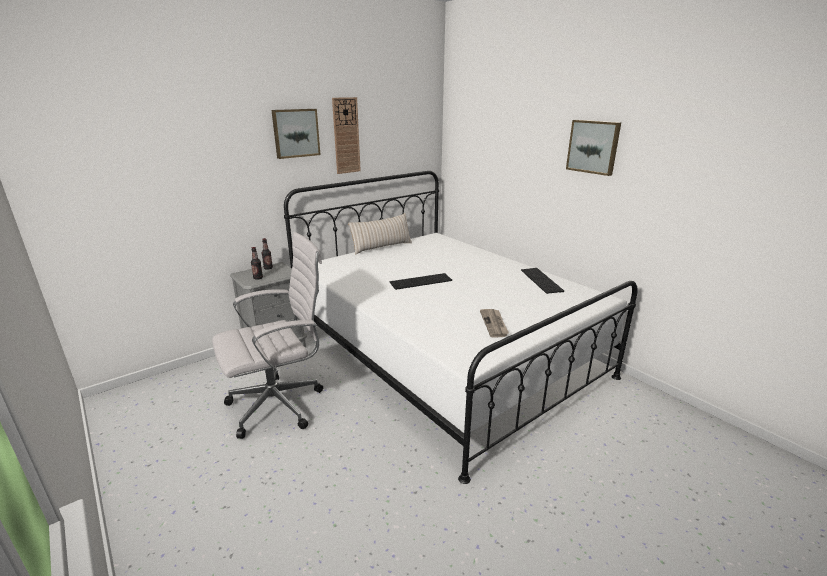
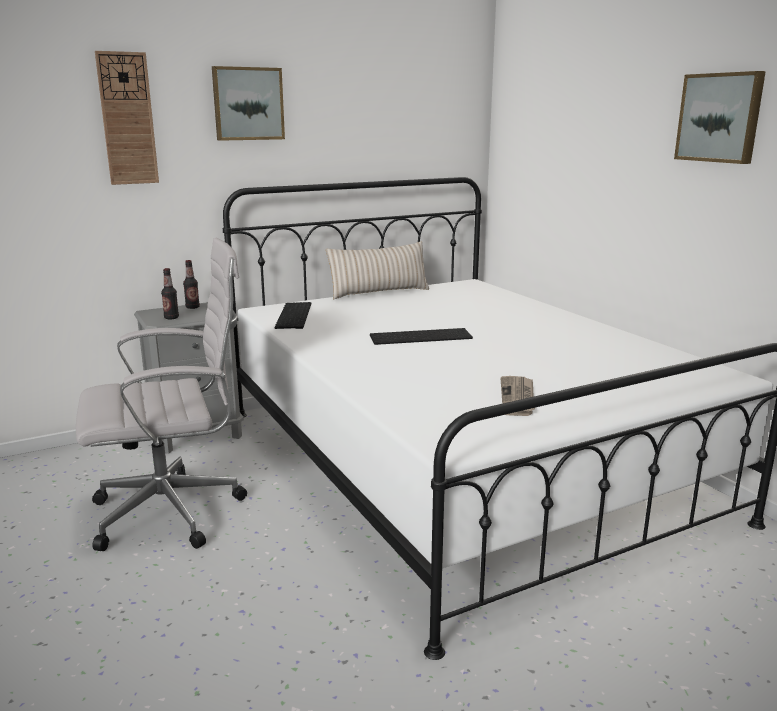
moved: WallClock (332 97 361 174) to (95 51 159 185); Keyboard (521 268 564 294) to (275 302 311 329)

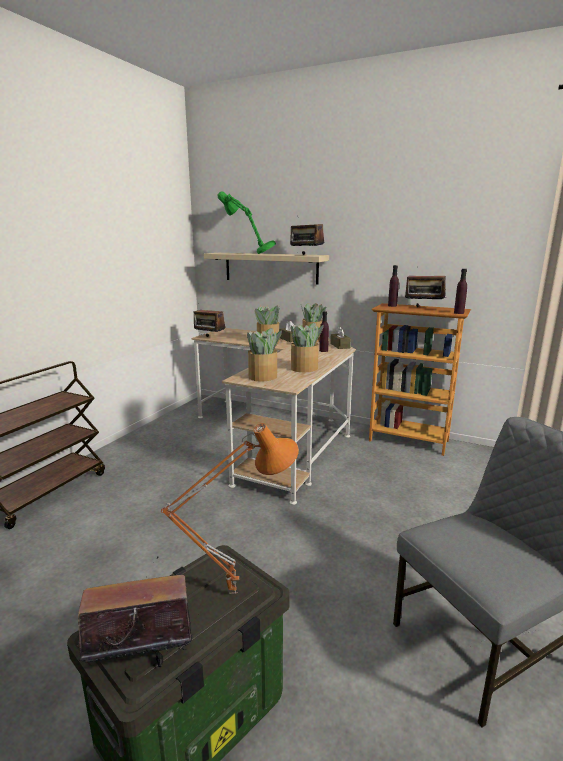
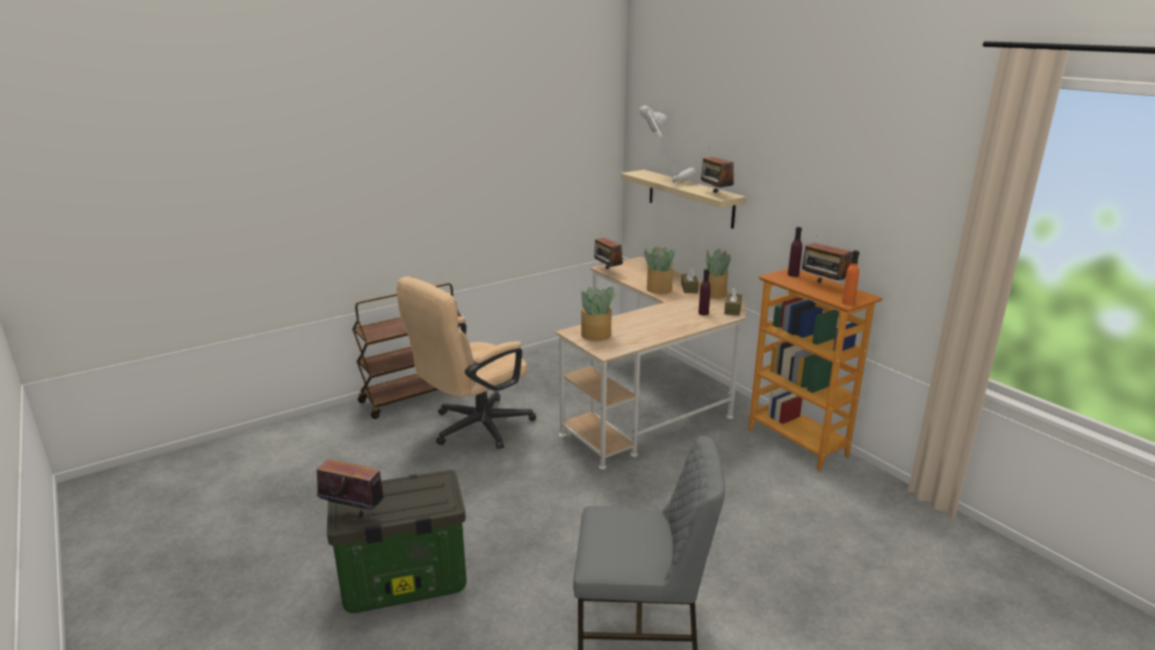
removed: OrangeTableLamp (161 423 299 594); PottedPlant (291 323 324 372)
added: BeigeOfficeChair (397 276 536 449)
recoloured: GreenTableLamp (218 191 276 254) to GreyTableLamp (639 106 696 183); PurpleBottle (454 269 467 314) to OrangeBottle (842 250 859 305)

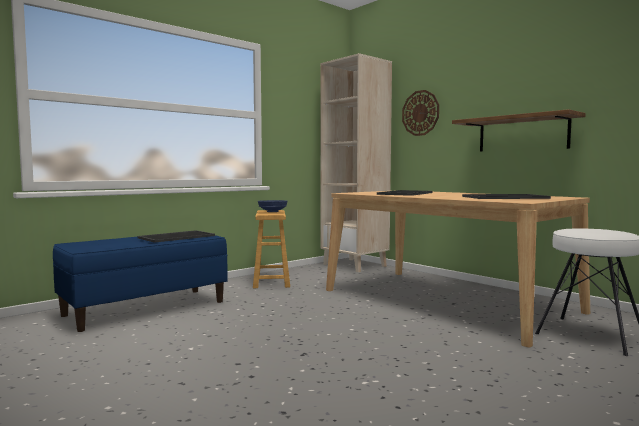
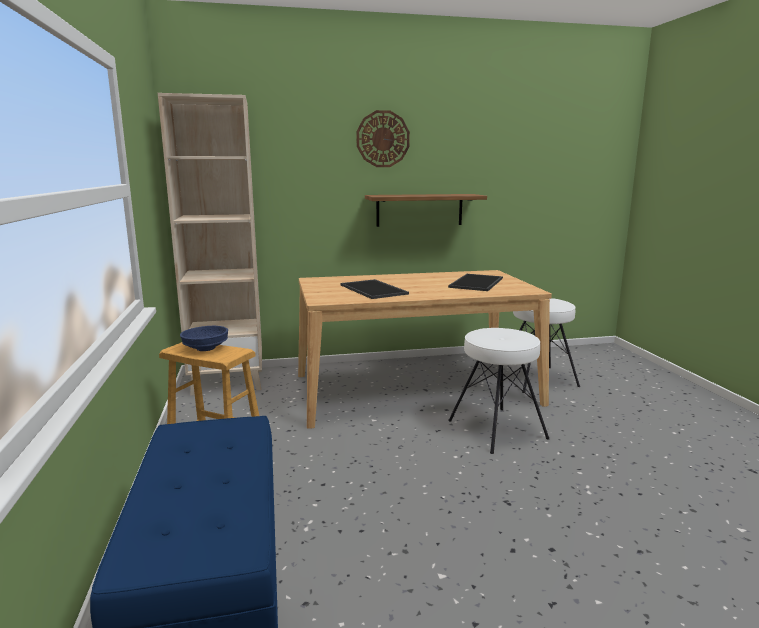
removed: Tray (137 230 215 243)
added: WhiteStool (448 328 549 454)
moved: WallClock (402 90 439 136) to (356 110 410 167)

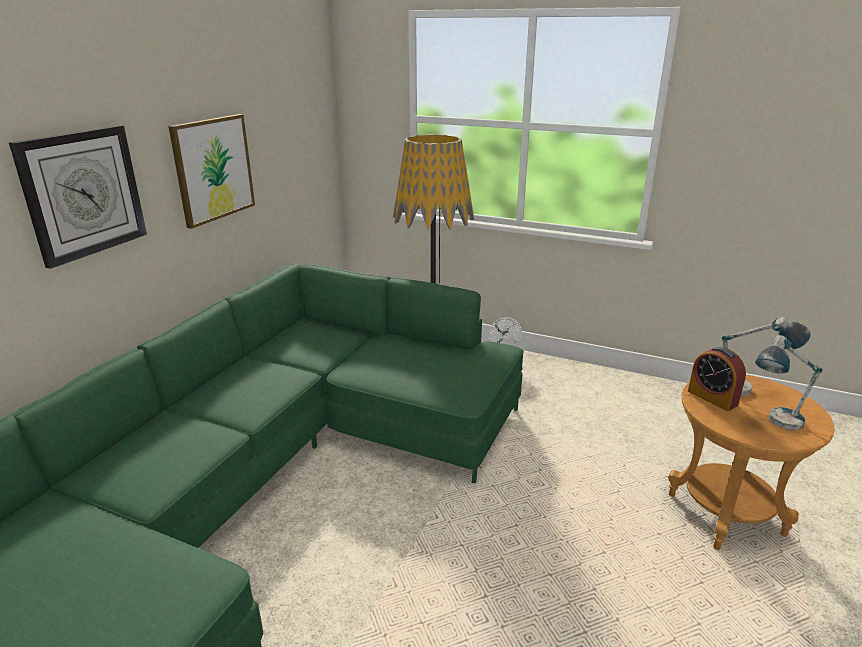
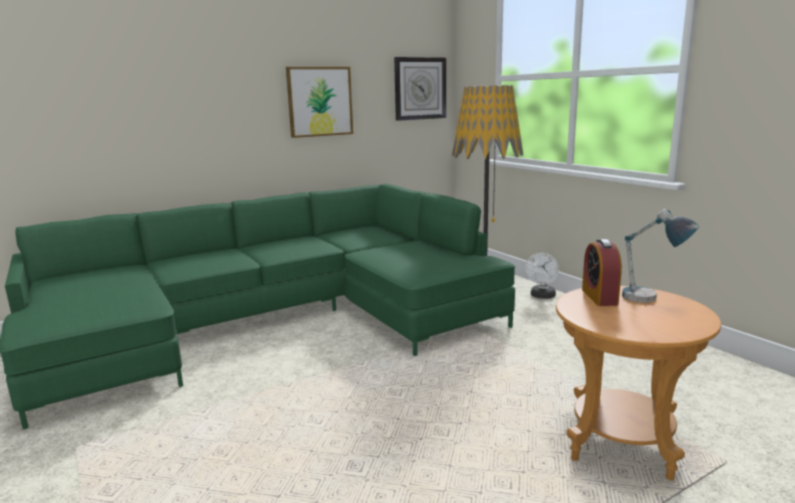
removed: TableLamp (755 335 823 430)
moved: WallClock (9 125 147 269) to (394 57 446 121)

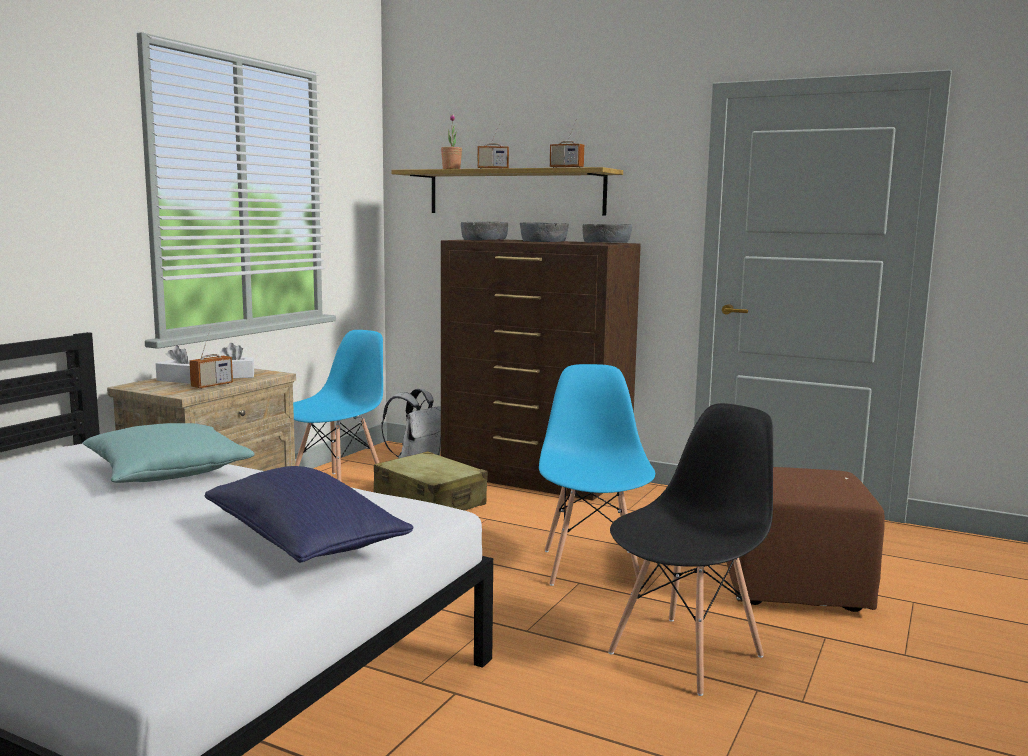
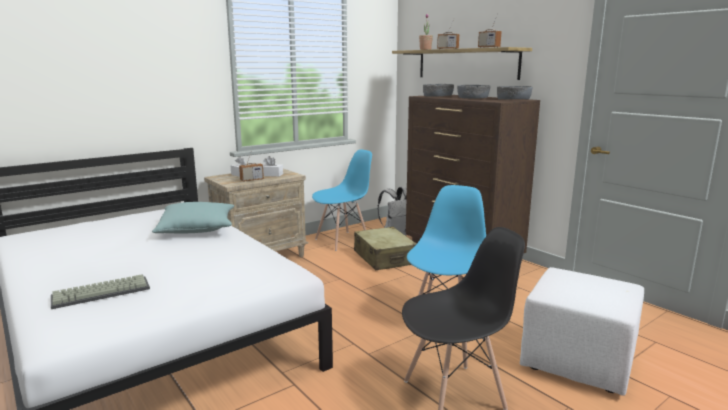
removed: BluePillow (204 466 414 563)
added: Keyboard (51 274 150 309)
recoloured: BrownOttoman (726 467 885 612) to WhiteOttoman (520 267 644 396)

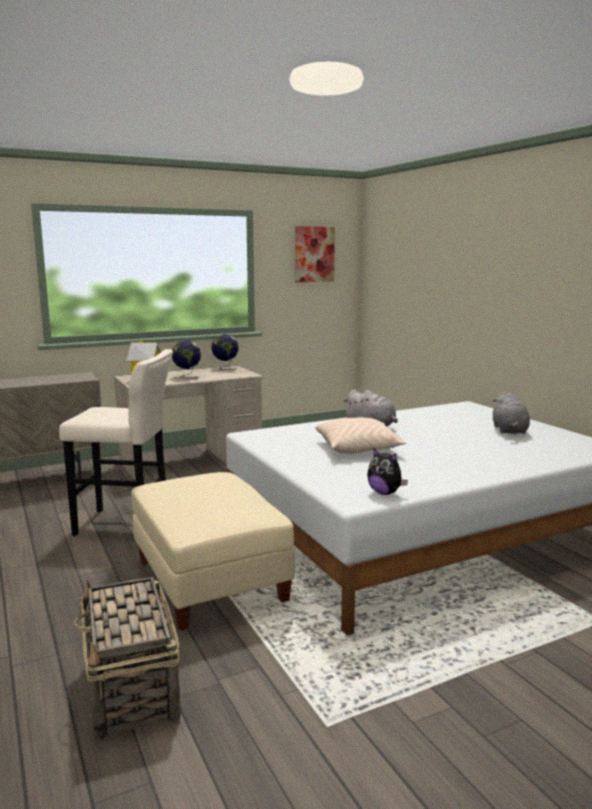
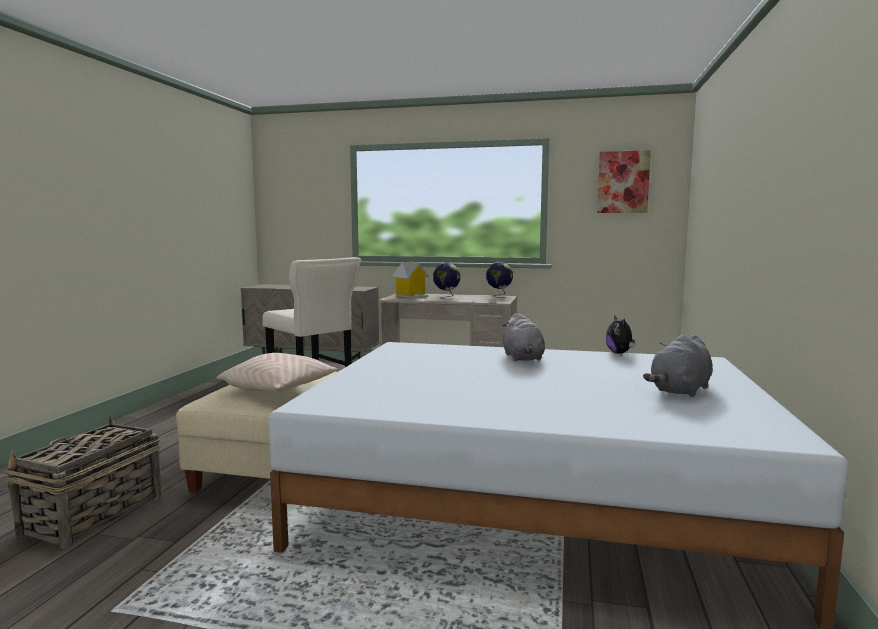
moved: BeigePillow (315 417 406 454) to (217 353 338 392); PlushToy (367 448 408 495) to (606 315 635 354)

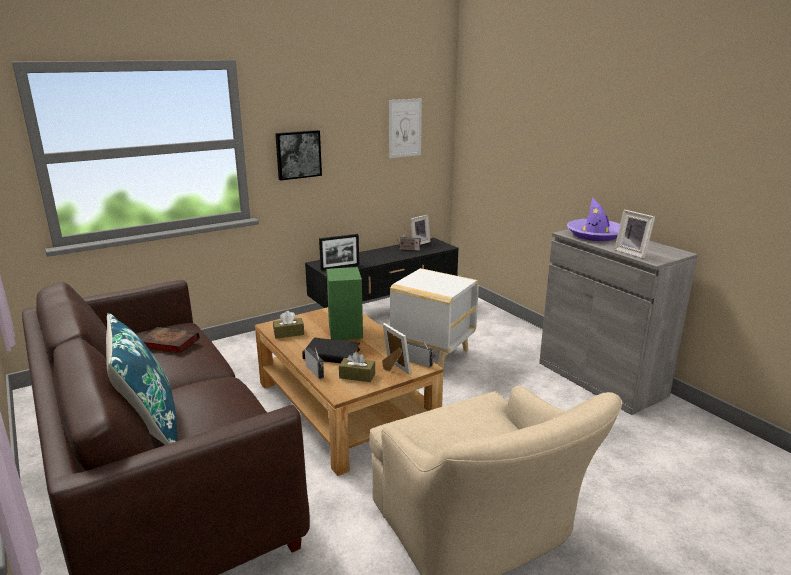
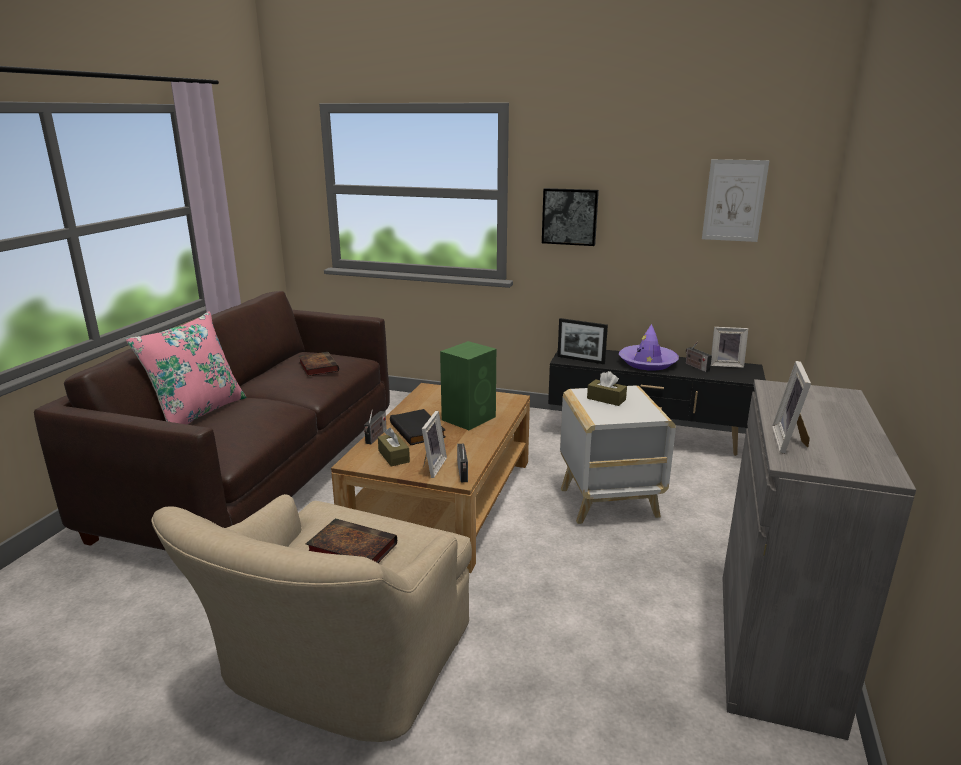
added: Book (306 518 397 563)
moved: BrownTissueBox (273 311 304 339) to (587 371 627 406); PurpleHat (566 197 620 241) to (619 324 679 371)
recoloured: BluePillow (106 313 177 445) to PinkPillow (125 311 247 425)

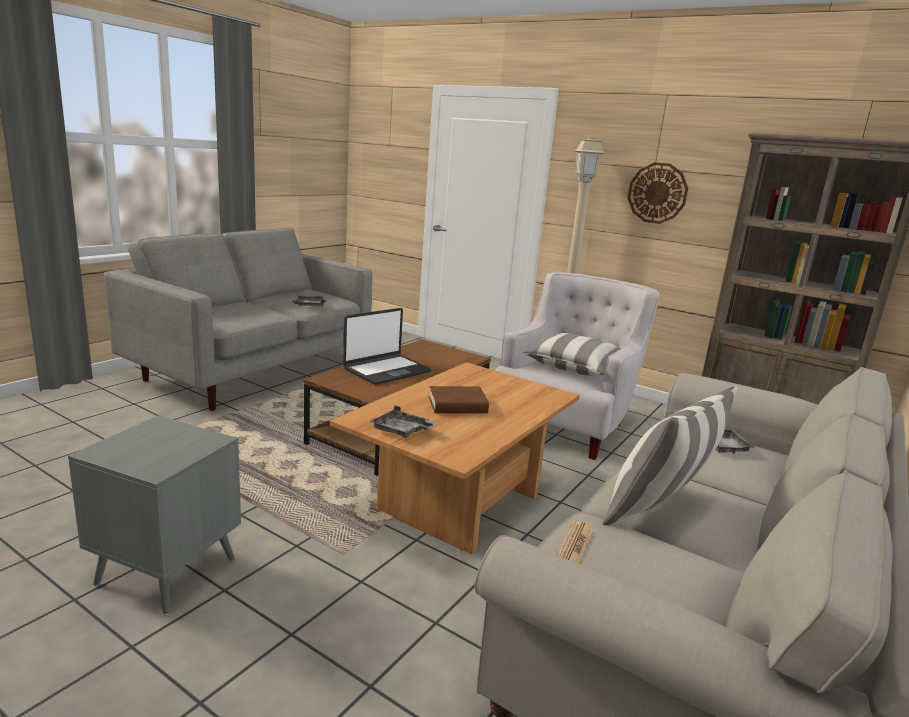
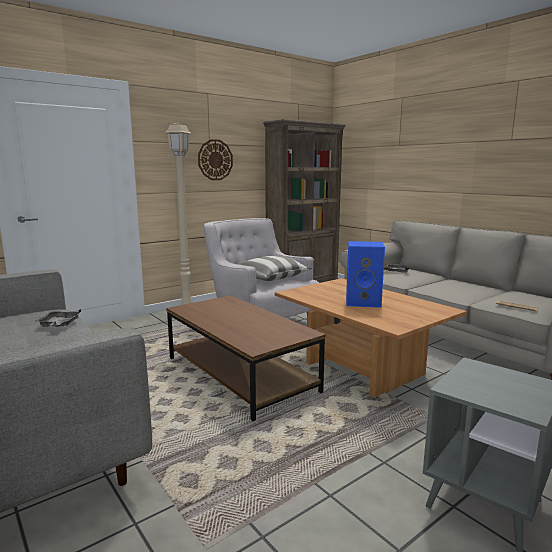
removed: Laptop (343 308 432 385); GreyTray (369 406 438 438); Pillow (602 386 737 525)
replaced: BrownBook (429 386 489 413) to BlueSpeaker (346 241 385 308)

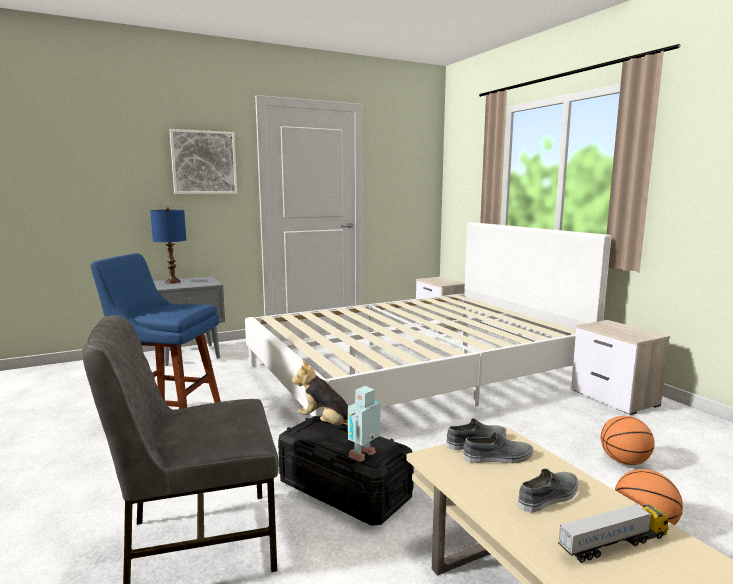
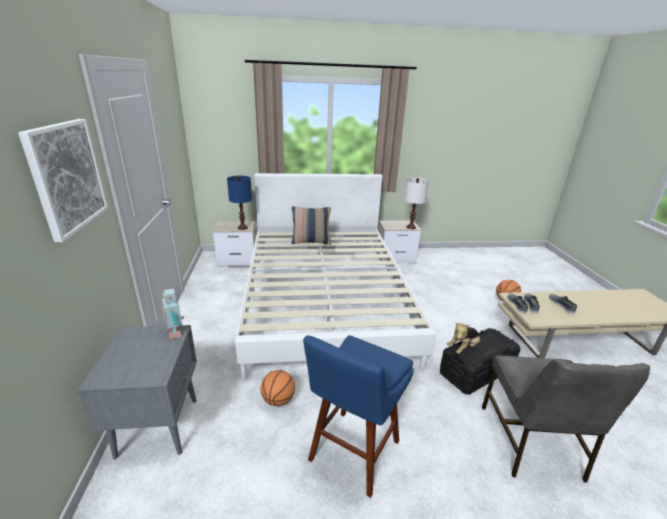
removed: ToyTruck (558 503 669 563)
added: Pillow (292 206 331 245); WhiteTableLamp (404 177 429 229)
moved: BlueTableLamp (150 207 186 284) to (227 176 252 230); ToyRobot (348 386 380 462) to (162 289 184 339); Basketball (601 416 655 465) to (260 370 295 406)

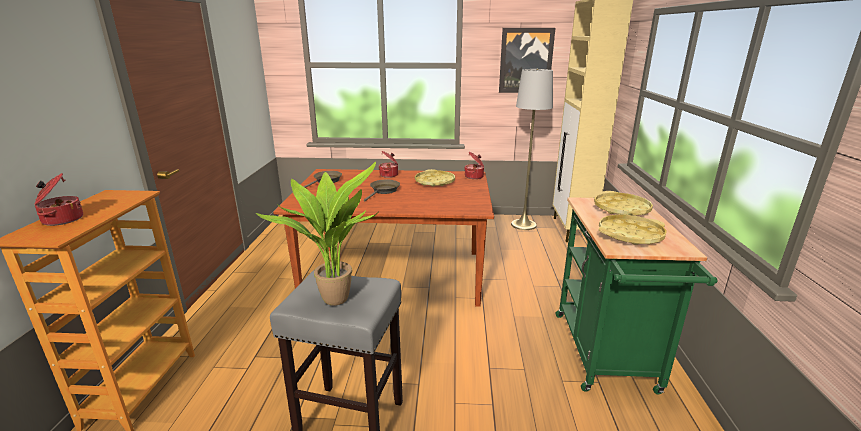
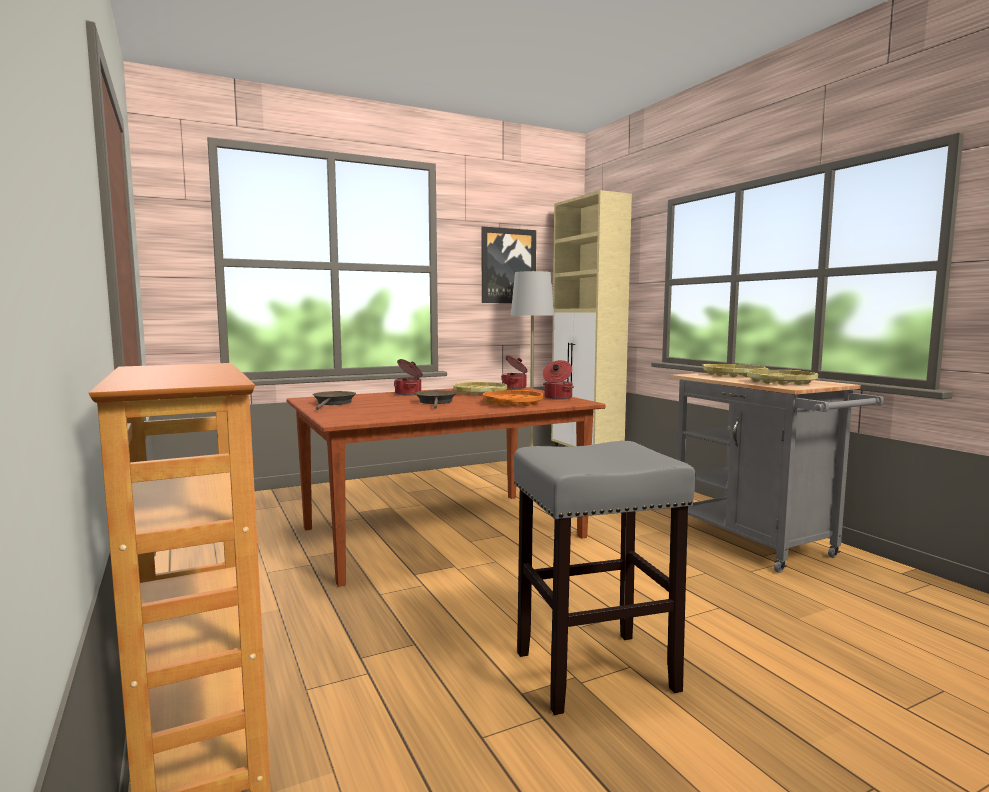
removed: PottedPlant (256 162 378 306)
added: OrangeTray (483 390 543 407)
moved: CookingPot (34 173 83 226) to (542 360 574 400)
recoloured: GreenCart (555 197 717 394) to GreyCart (671 373 884 573)

